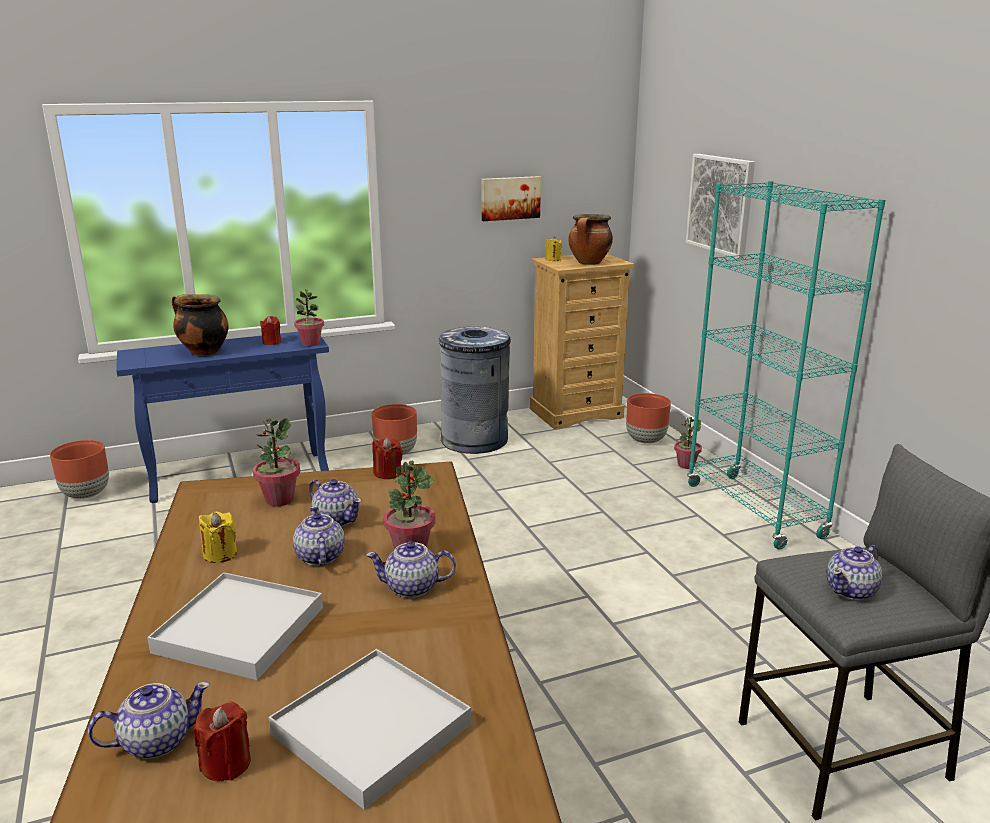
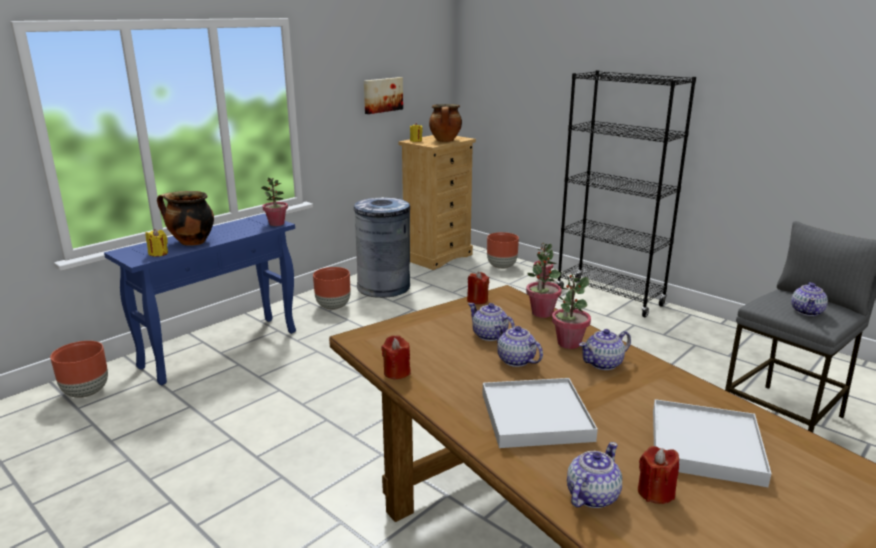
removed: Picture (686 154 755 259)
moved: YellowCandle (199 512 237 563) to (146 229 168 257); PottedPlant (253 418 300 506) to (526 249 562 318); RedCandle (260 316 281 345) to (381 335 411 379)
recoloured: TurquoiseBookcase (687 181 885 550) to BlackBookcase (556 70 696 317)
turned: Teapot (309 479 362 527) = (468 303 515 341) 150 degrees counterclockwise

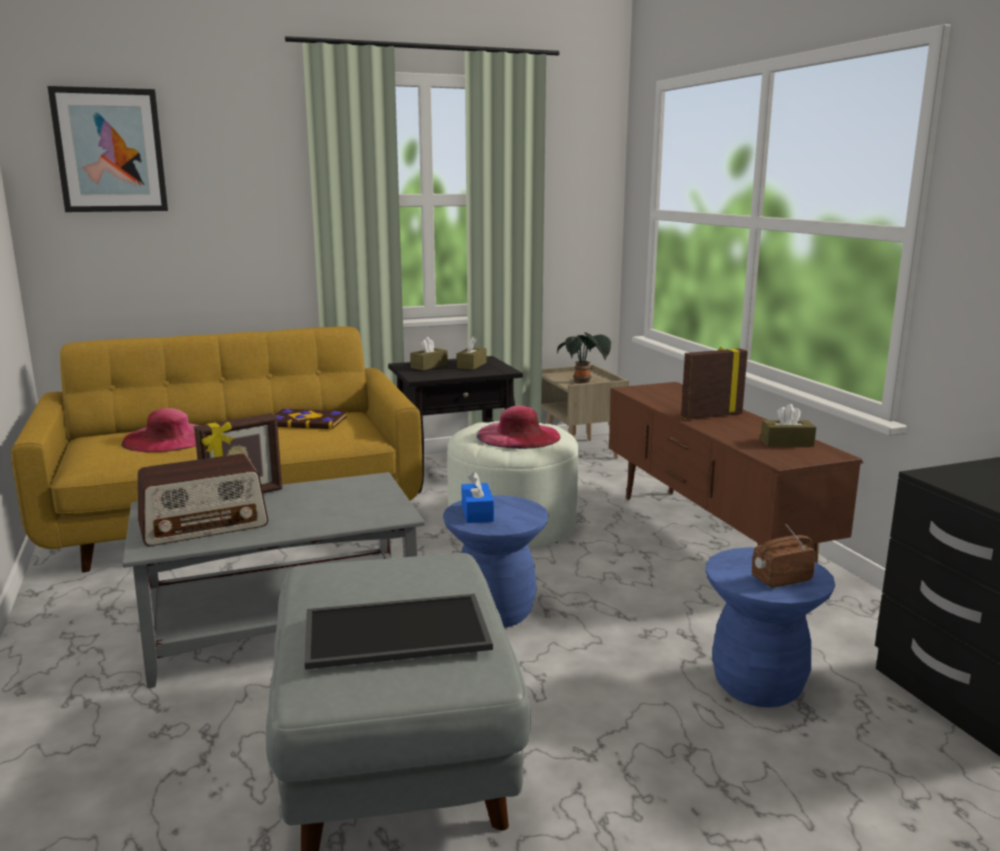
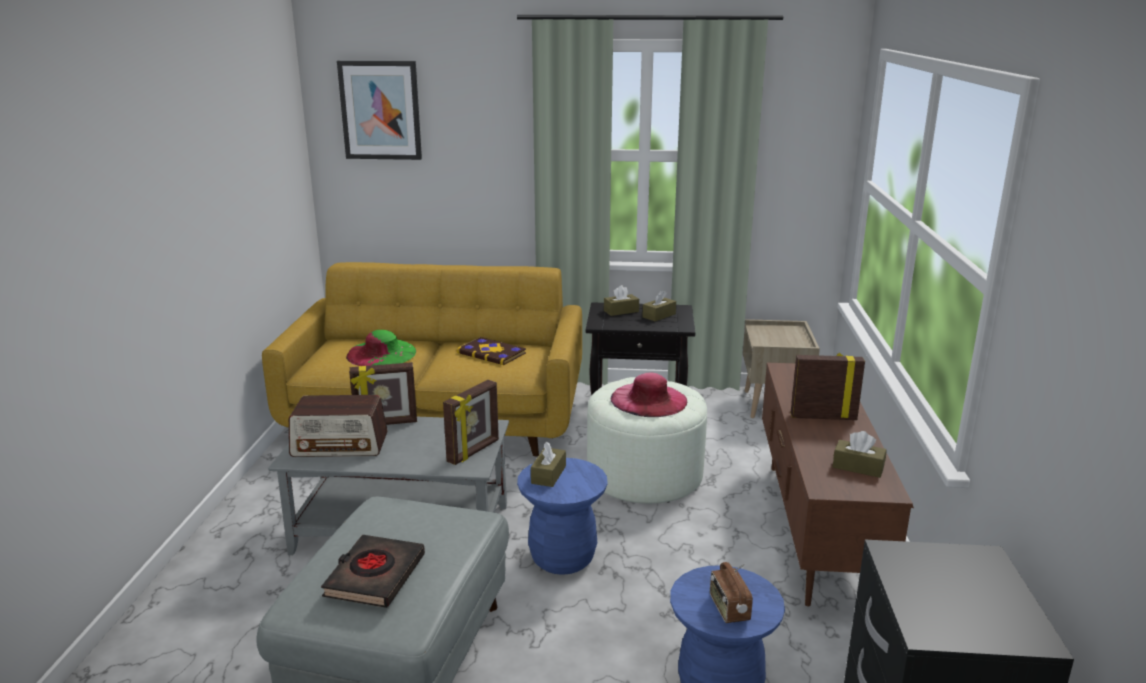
removed: PottedPlant (557 332 611 383)
added: PictureFrame (443 380 499 465)
replaced: Tray (305 594 493 669) to BlackBook (321 535 425 608)
recoloured: PinkHat (122 408 199 452) to GreenHat (346 330 416 366); BlueTissueBox (462 472 494 523) to BrownTissueBox (531 442 566 487)
turned: Radio (752 524 816 588) = (710 562 753 623) 105 degrees counterclockwise

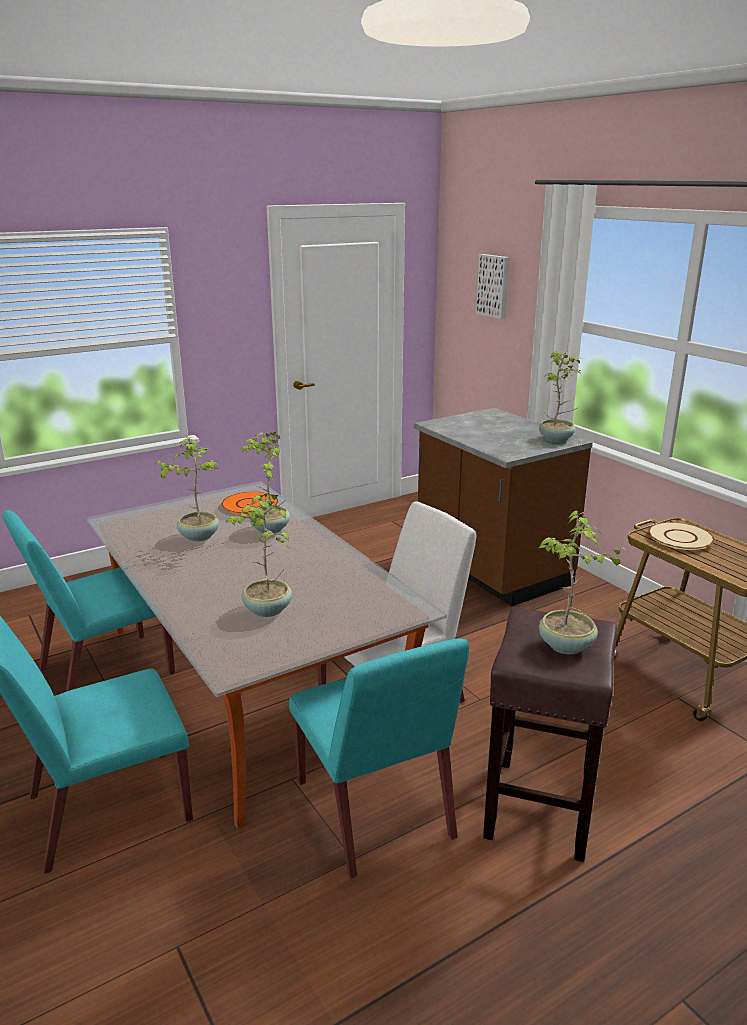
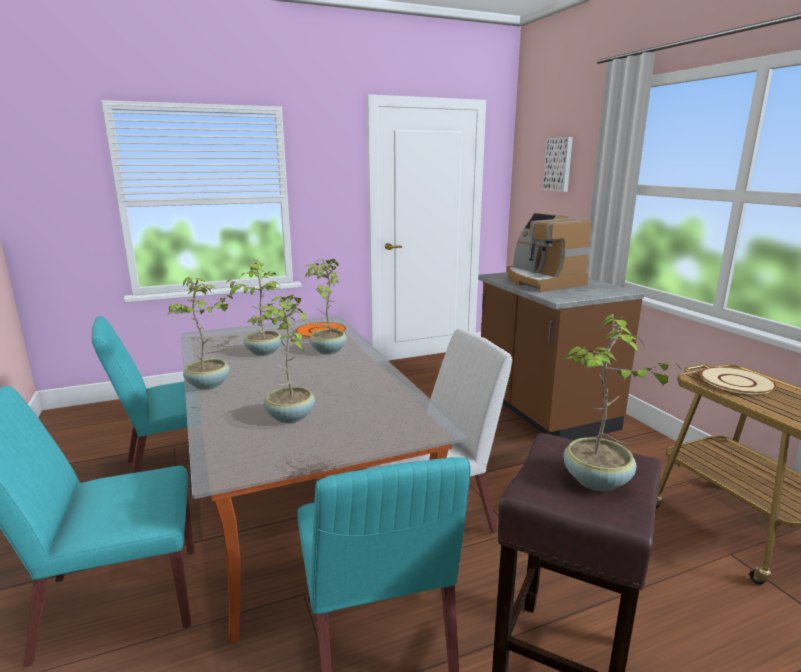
added: CoffeeMachine (506 213 592 292)
moved: PottedPlant (539 351 582 443) to (168 277 233 390)

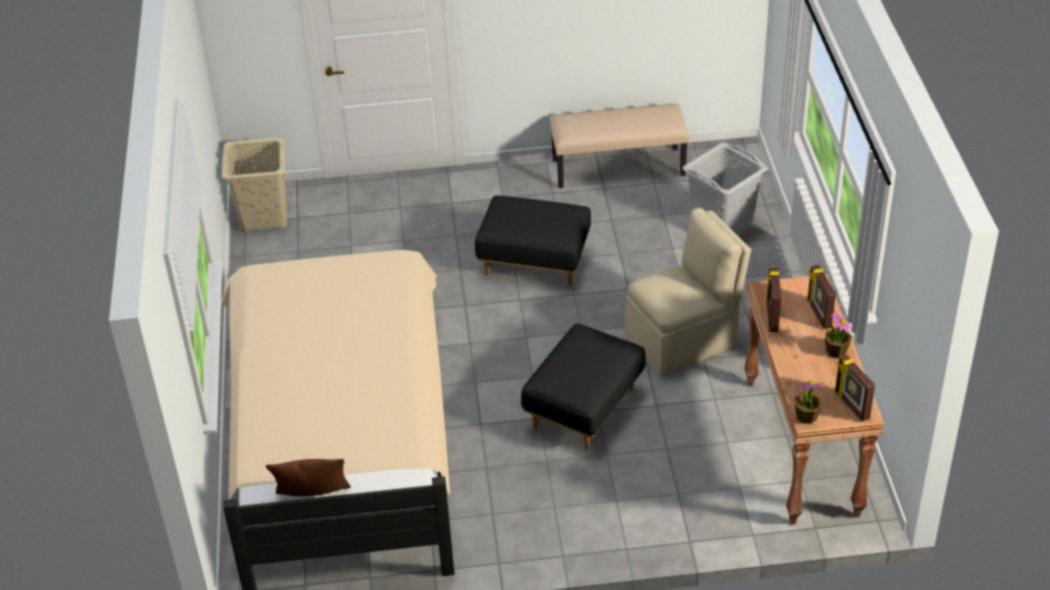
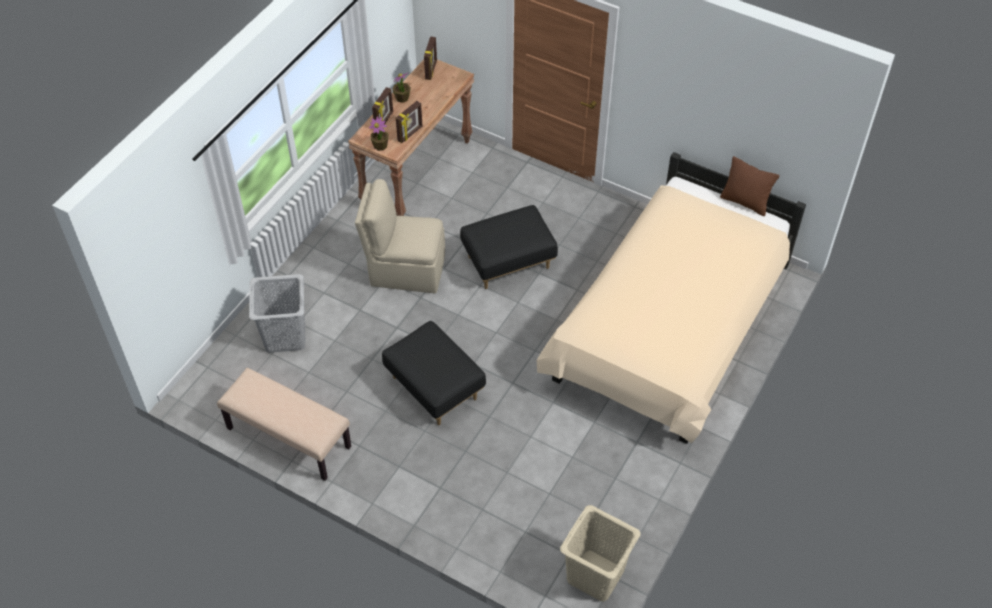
moved: PottedPlant (795 380 824 424) to (369 116 388 151)

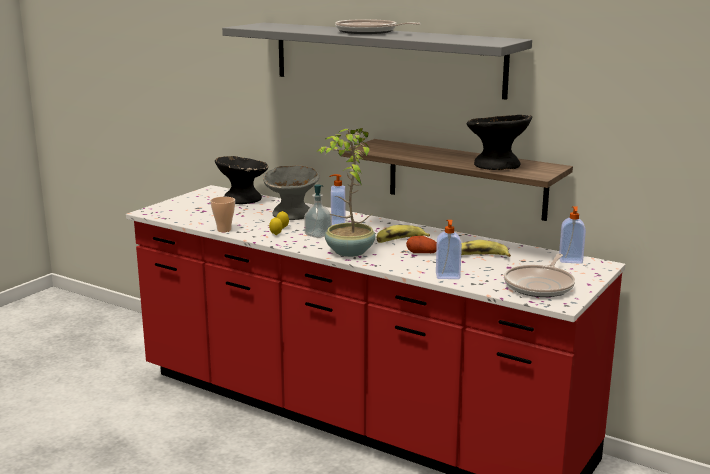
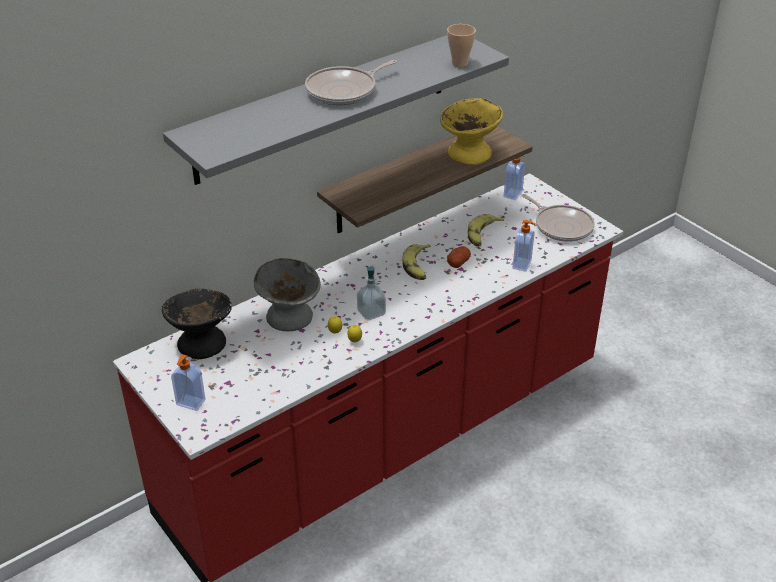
removed: PottedPlant (316 128 375 257)
moved: Cup (210 197 235 232) to (447 24 476 67); SoapDispenser (329 174 345 225) to (171 354 206 411)
recoloured: BlackBowl (466 115 532 170) to YellowBowl (440 98 503 165)

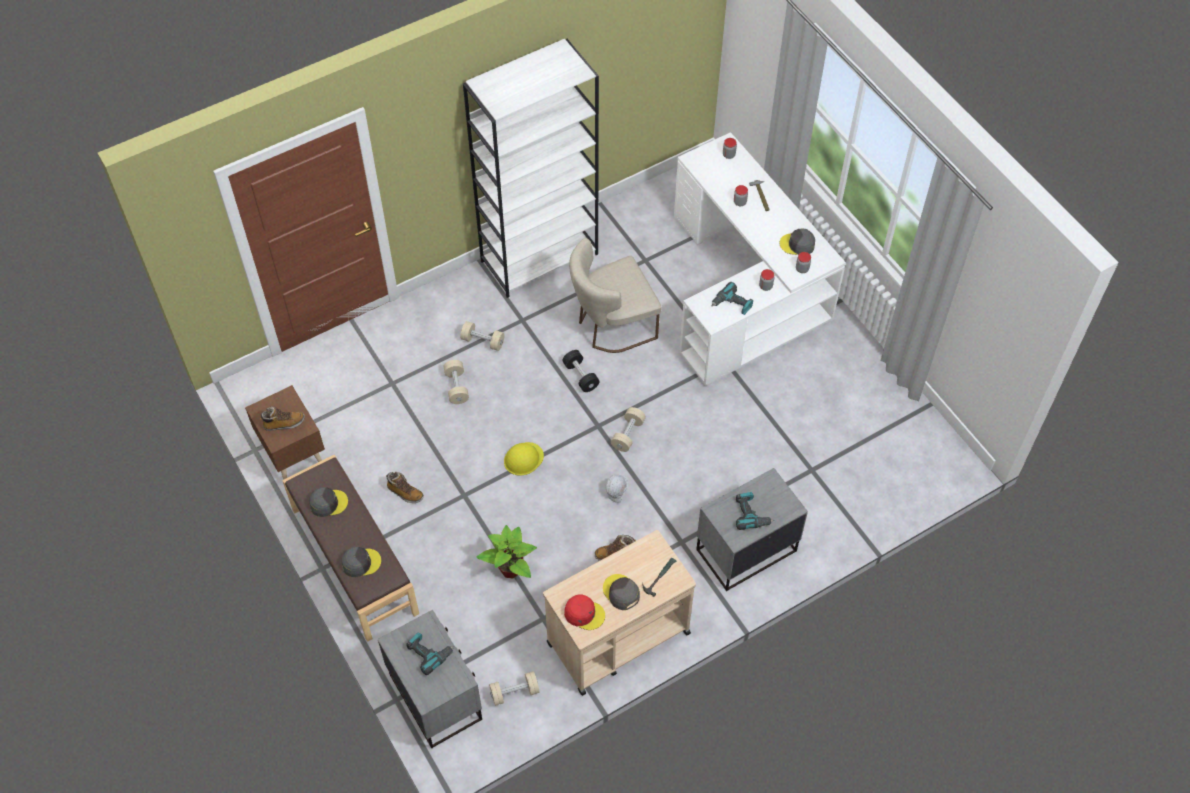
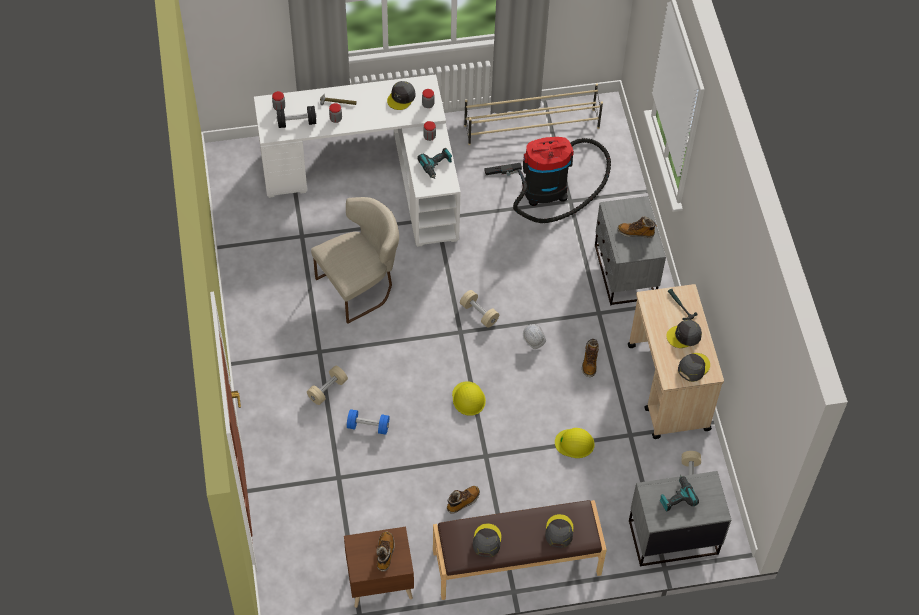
removed: WhiteBookcase (463 39 599 298)
added: BeigeShoeRack (464 83 603 145); VacuumCleaner (484 137 611 223)
moved: BlackDumbbell (562 350 600 392) to (276 106 317 128)
replaced: PottedPlant (476 525 537 578) to YellowHardHat (555 428 595 458); PowerDrill (736 492 775 530) to Boot (617 216 657 238)
recoloured: BeigeDumbbell (444 360 469 404) to BlueDumbbell (347 409 389 435); RedCap (564 595 605 630) to GreyCap (678 353 710 382)
turned: BeigeChair (569 238 661 353) = (311 197 399 324) 120 degrees counterclockwise

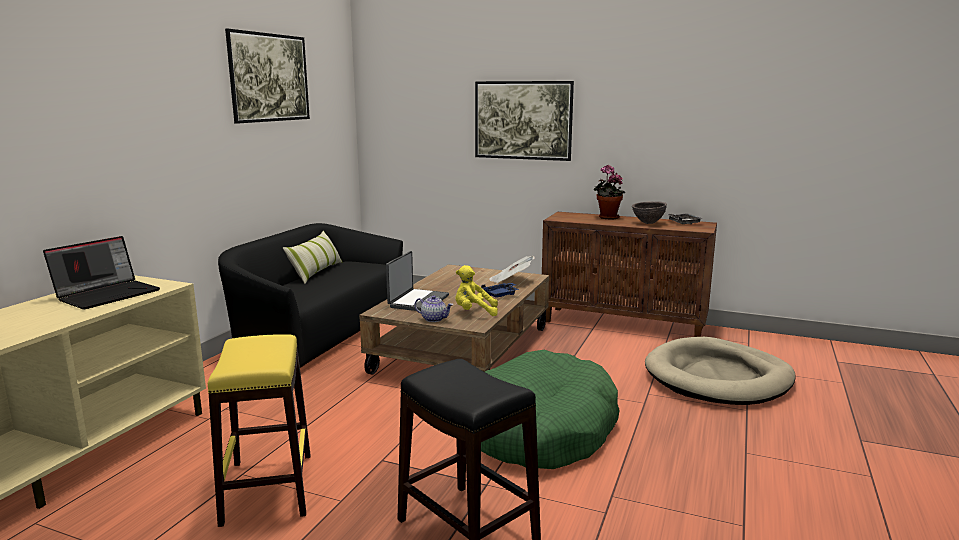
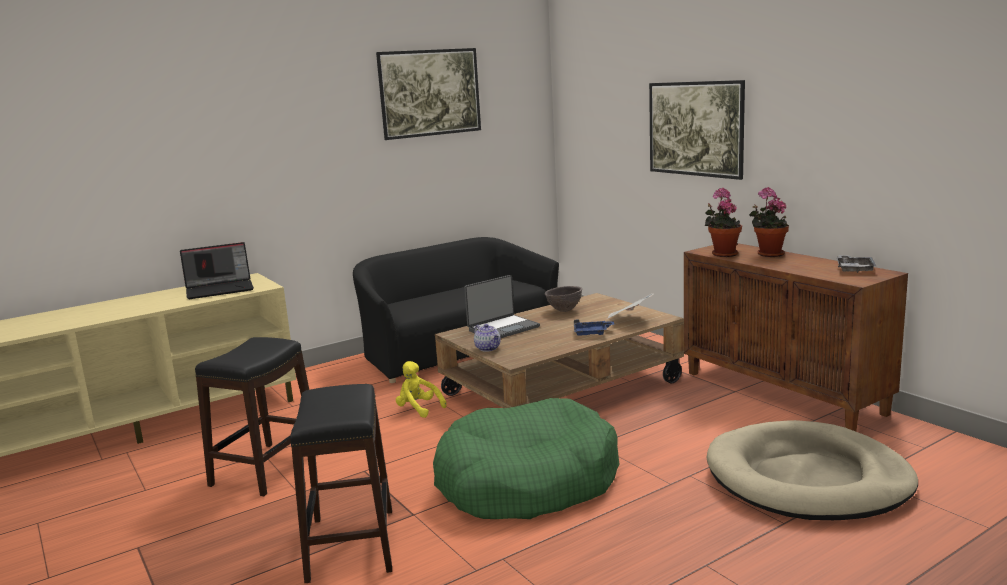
removed: Pillow (283 231 343 284)
added: PottedPlant (705 188 742 257)
moved: YellowPlushToy (456 265 498 316) to (396 361 447 418); BrownBowl (632 201 667 224) to (545 286 582 312)
recoloured: YellowStool (208 334 310 527) to BlackStool (195 337 309 496)

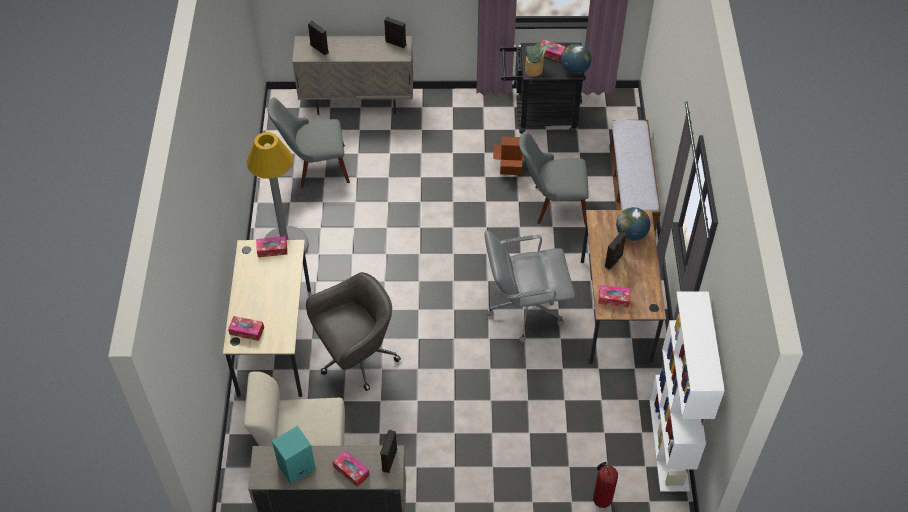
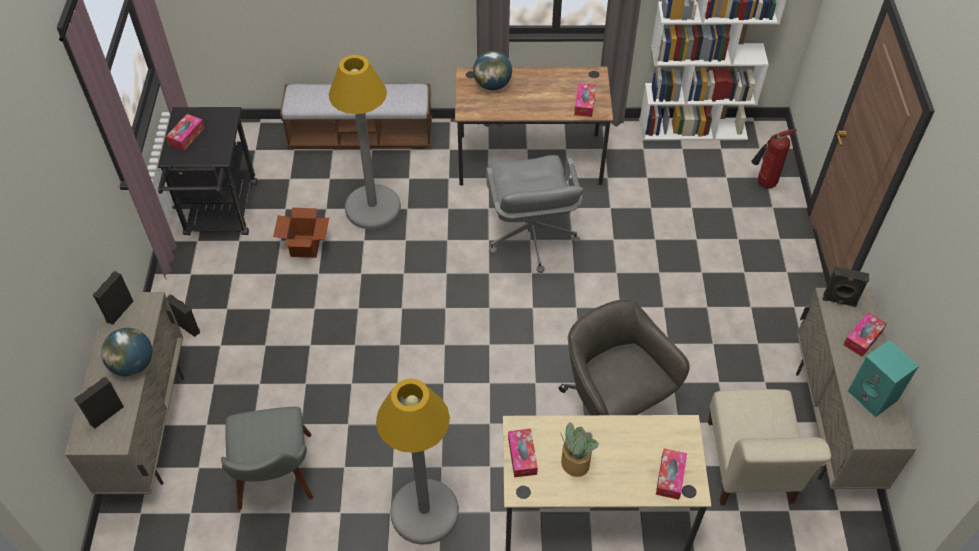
moved: PottedPlant (525 41 547 77) to (560 422 599 477); Globe (561 44 591 75) to (101 328 152 376); BlackSpeaker (605 231 627 270) to (167 295 200 337)
replaced: GreyChair (519 131 589 225) to GreyFloorLamp (329 55 401 229)

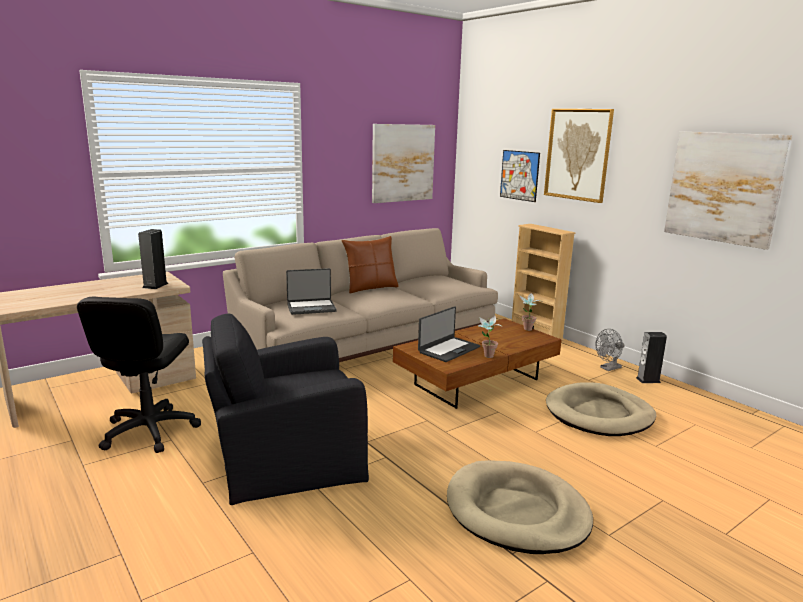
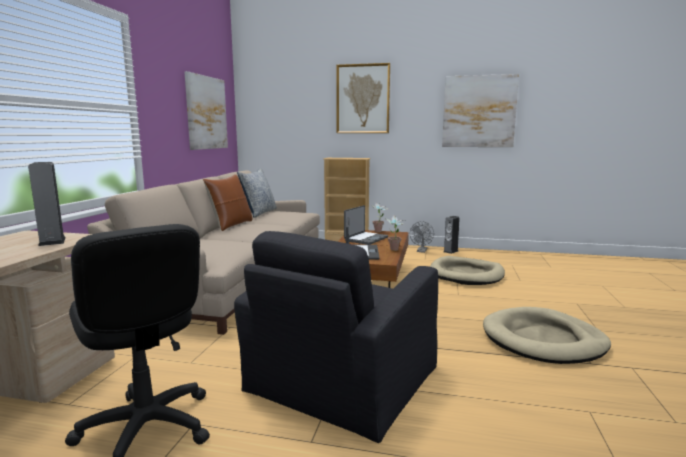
removed: Picture (500 150 540 202)
added: Pillow (237 168 277 218)
moved: Laptop (286 268 337 315) to (344 205 388 245)

